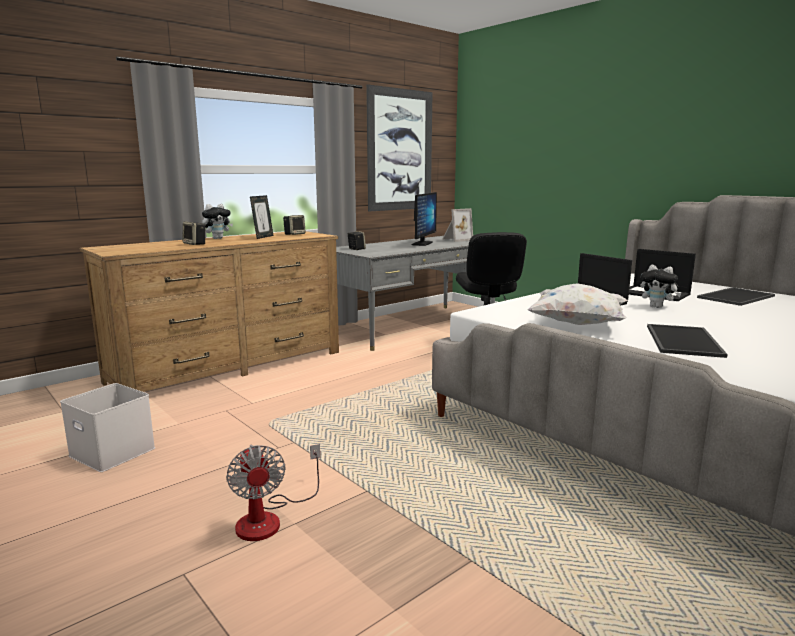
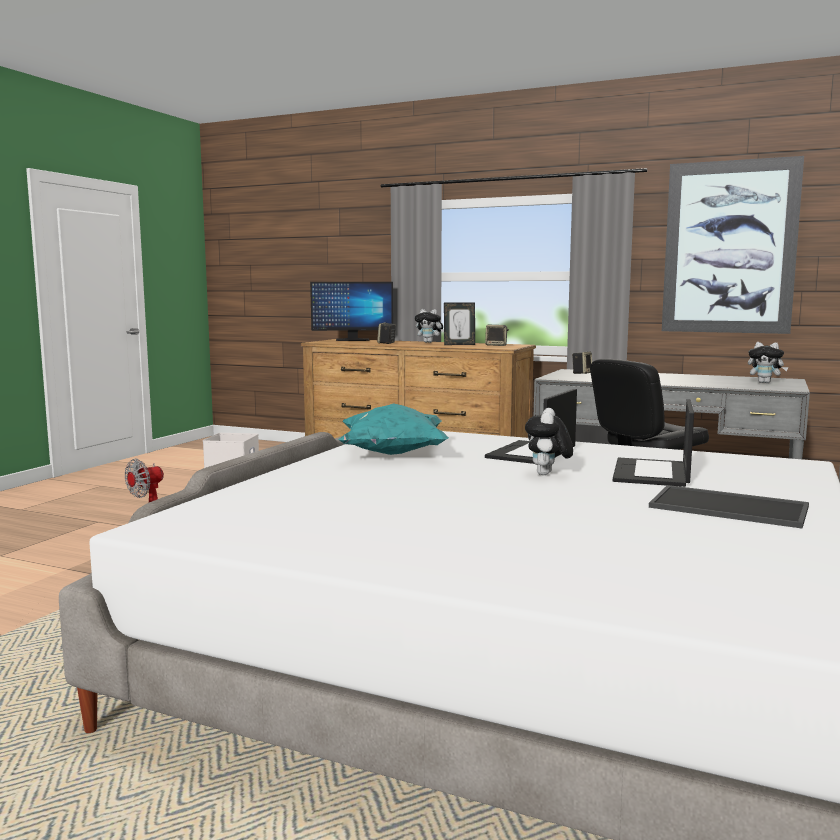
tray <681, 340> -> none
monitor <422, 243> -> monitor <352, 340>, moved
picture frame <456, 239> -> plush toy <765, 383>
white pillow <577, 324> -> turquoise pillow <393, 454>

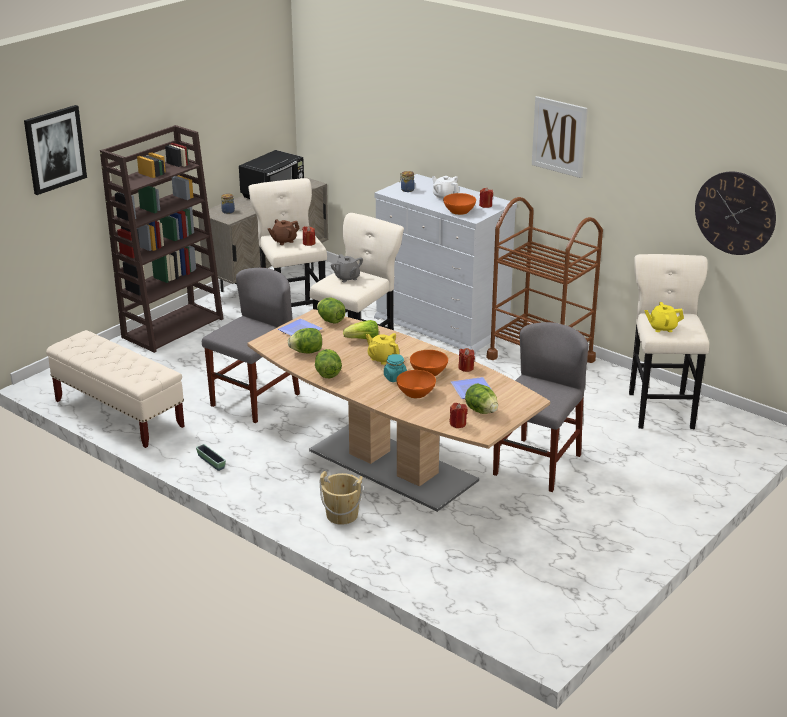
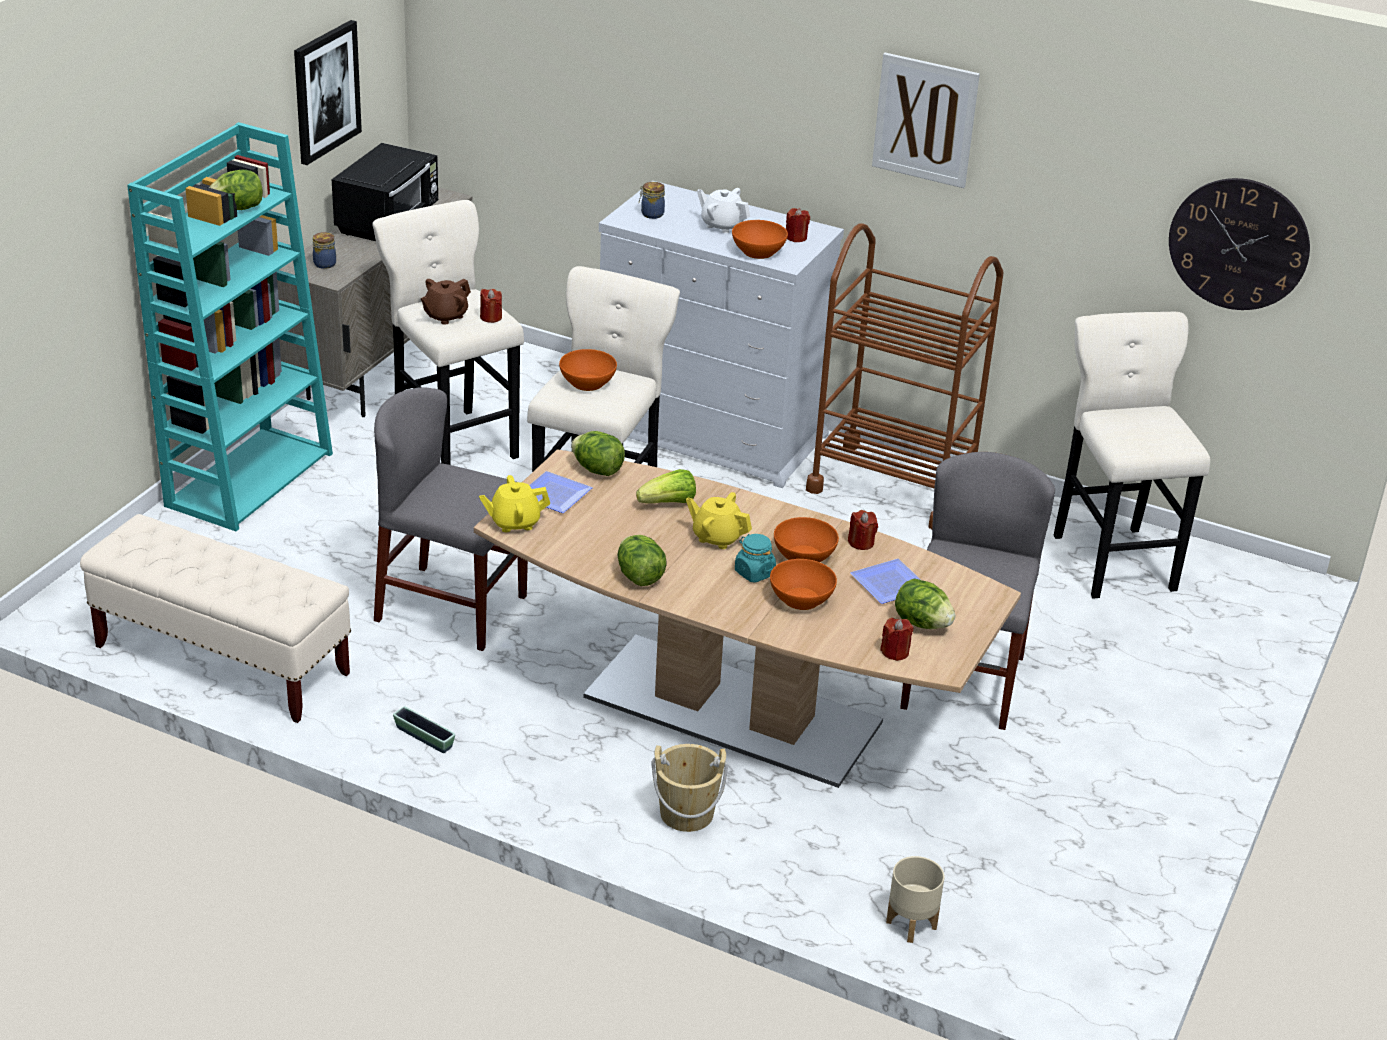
none -> beige planter <912, 924>
picture <55, 149> -> picture <326, 91>, moved
lettuce <306, 352> -> lettuce <238, 208>, moved
yellow teapot <662, 328> -> yellow teapot <514, 522>, moved
grey teapot <347, 278> -> orange bowl <587, 383>
brown bookcase <173, 327> -> turquoise bookcase <249, 478>
grey chair <255, 400> -> grey chair <451, 608>, 90 degrees counterclockwise

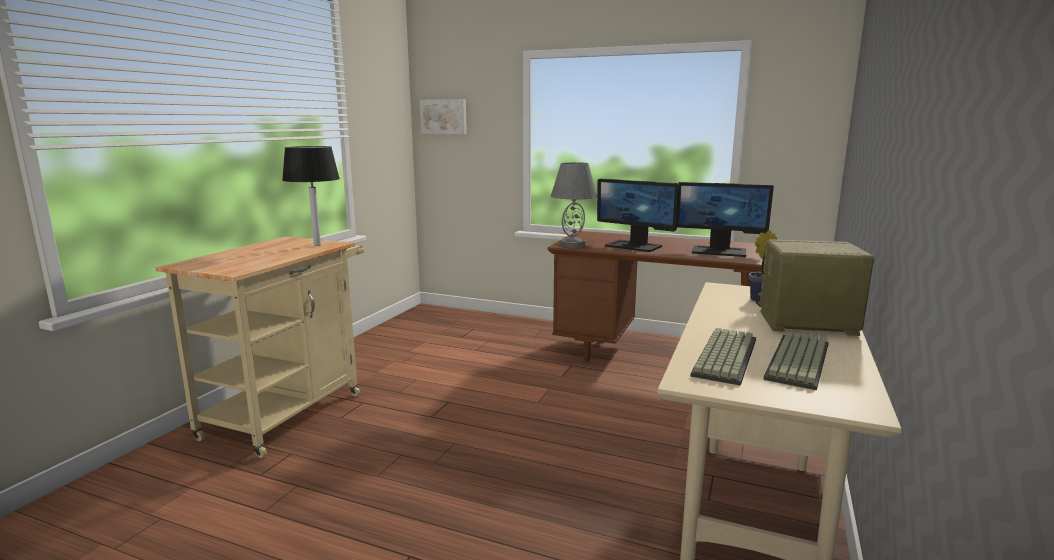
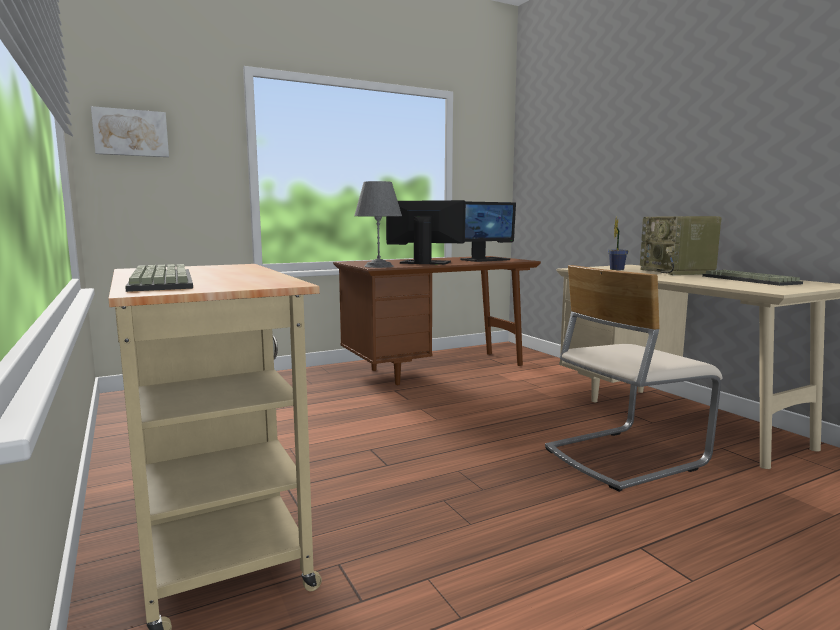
black table lamp <317, 245> -> none
none -> beige chair <623, 456>
keyboard <723, 356> -> keyboard <158, 281>, moved
monitor <634, 246> -> monitor <424, 263>, 150 degrees counterclockwise
radio <805, 323> -> radio <677, 272>, 60 degrees counterclockwise

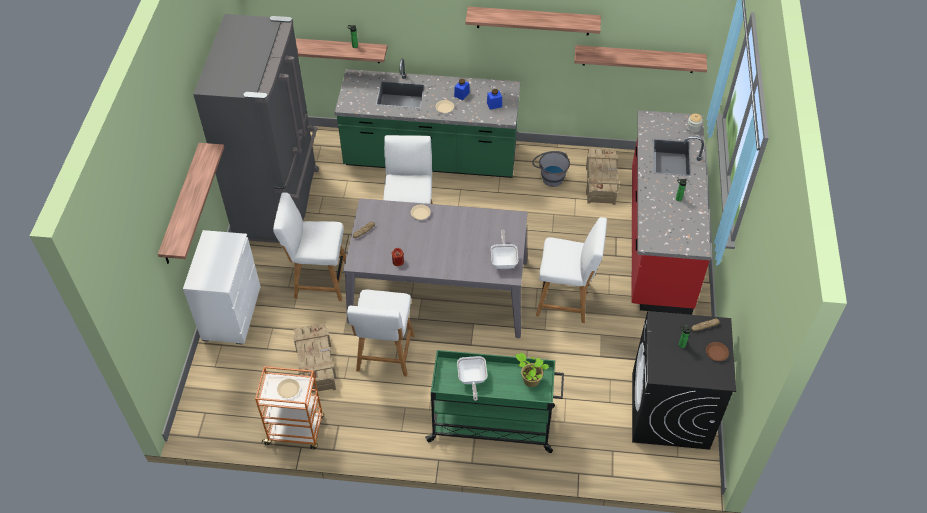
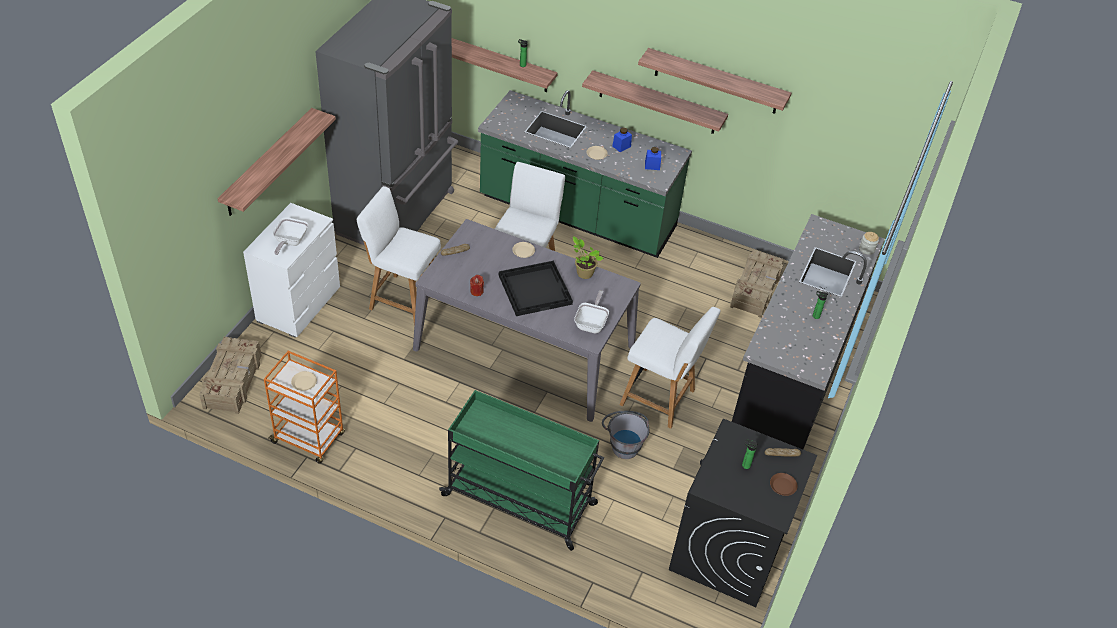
white chair <385, 355> -> none
none -> black tray <535, 289>
crate <316, 363> -> crate <233, 381>, moved
frying pan <472, 380> -> frying pan <290, 242>, moved
potted plant <530, 380> -> potted plant <583, 273>, moved
grey bucket <549, 177> -> grey bucket <623, 443>, moved
shelf <638, 59> -> shelf <657, 103>, moved
red counter <658, 239> -> black counter <794, 368>

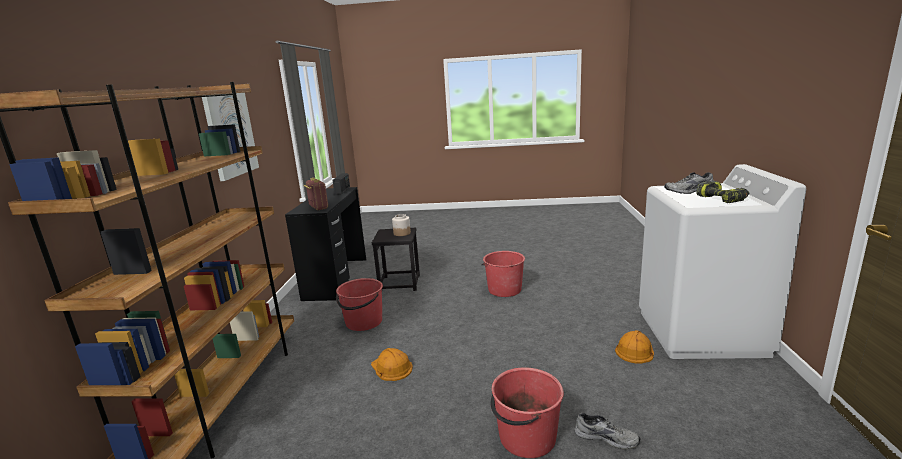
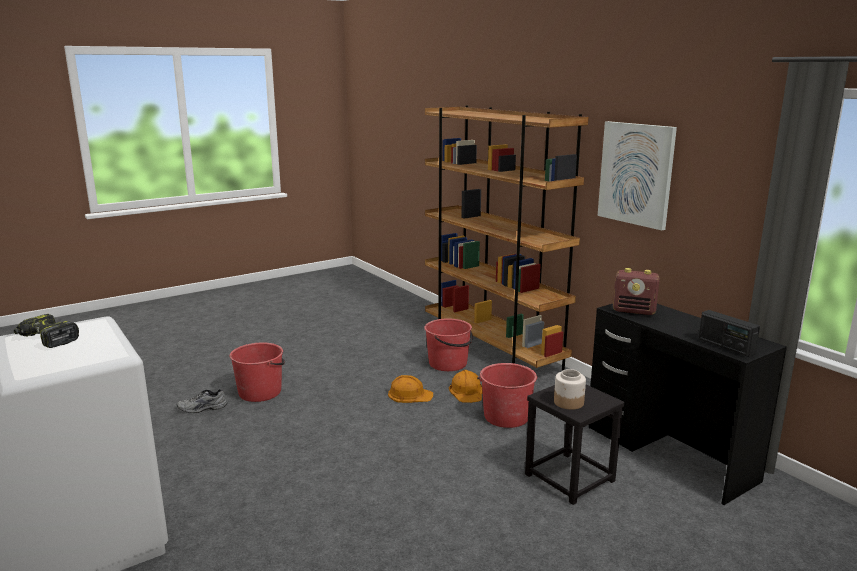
grey shoe <689, 191> -> none
red bucket <504, 289> -> red bucket <448, 364>, moved
orange hard hat <634, 350> -> orange hard hat <467, 391>, moved

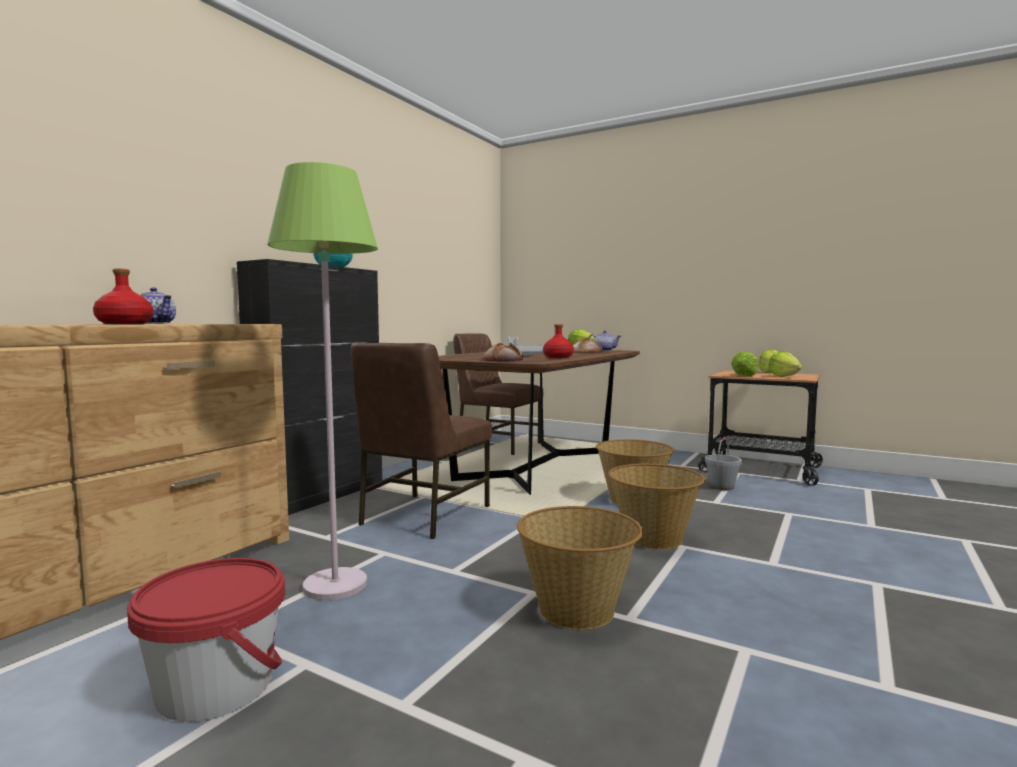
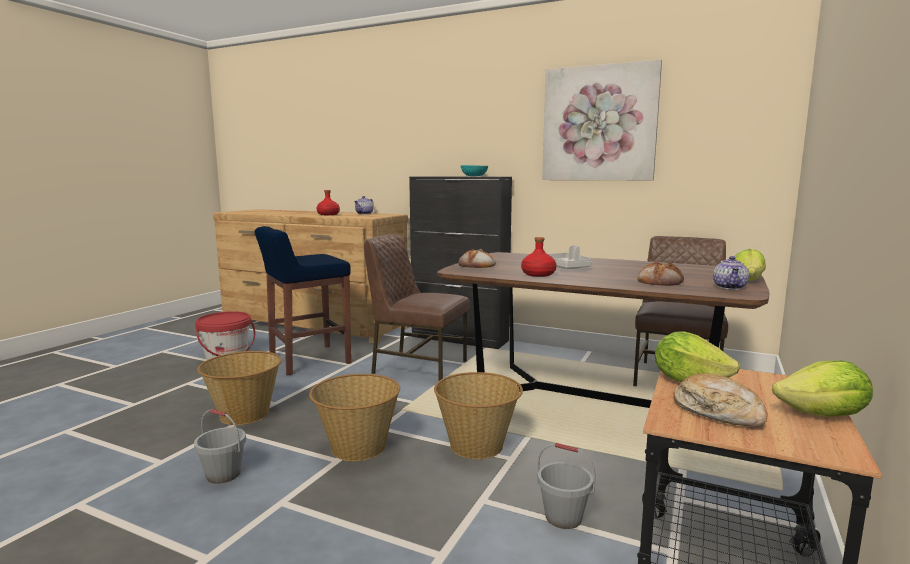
none -> grey bucket <223, 475>
none -> picture <599, 124>
green floor lamp <335, 585> -> blue stool <307, 360>
lettuce <784, 376> -> bread <717, 412>

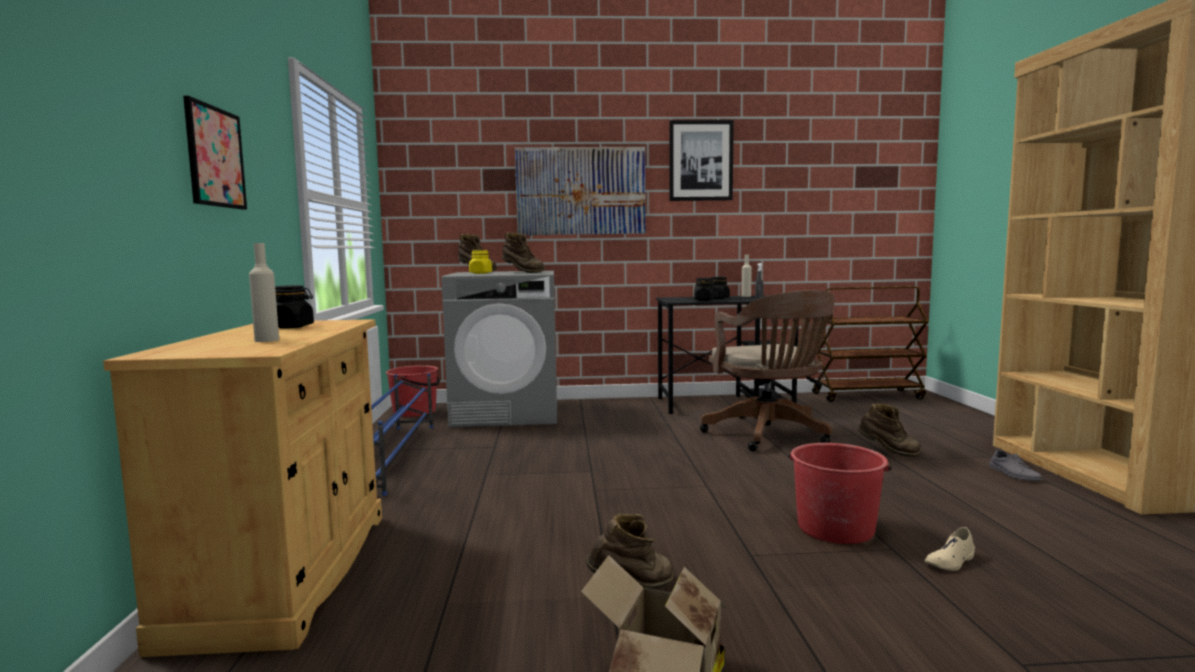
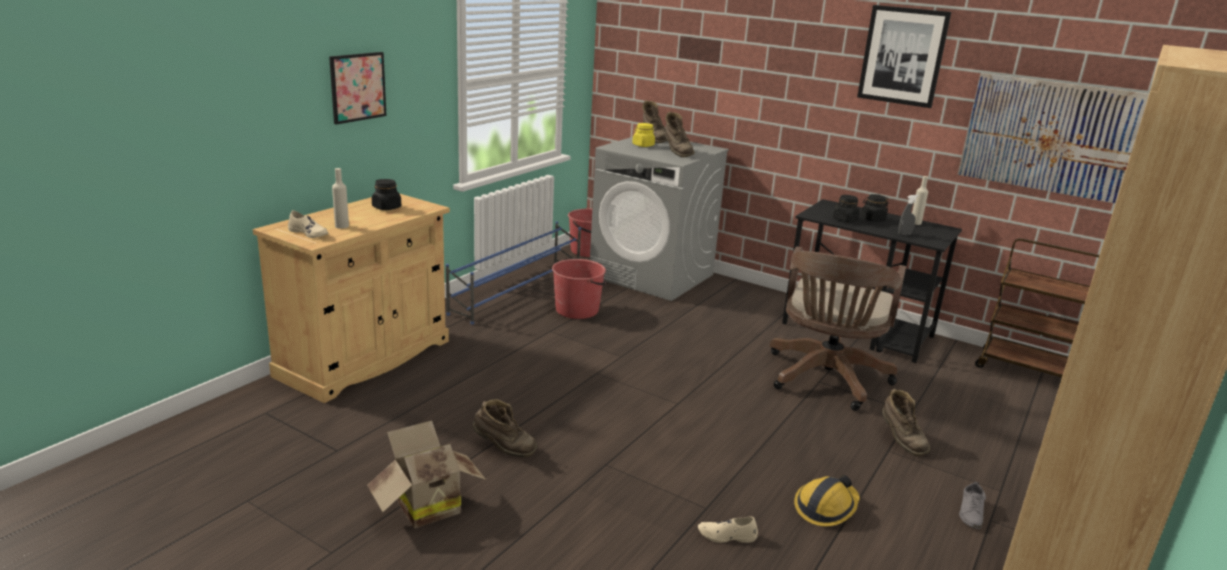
none -> beige shoe <309, 233>
none -> hard hat <826, 507>
picture <580, 191> -> picture <1053, 137>, moved
red bucket <835, 528> -> red bucket <577, 310>, moved

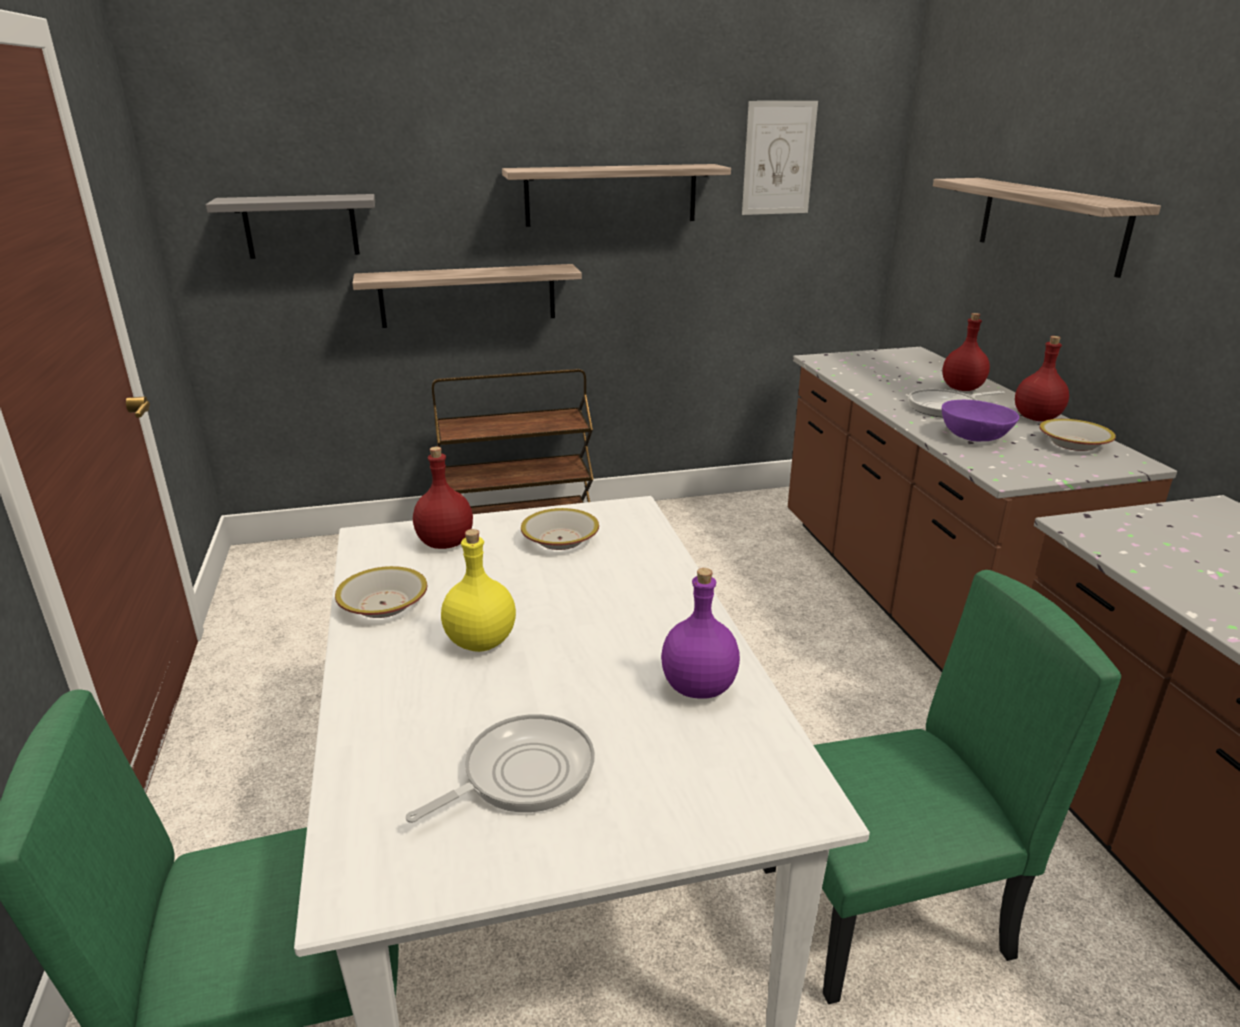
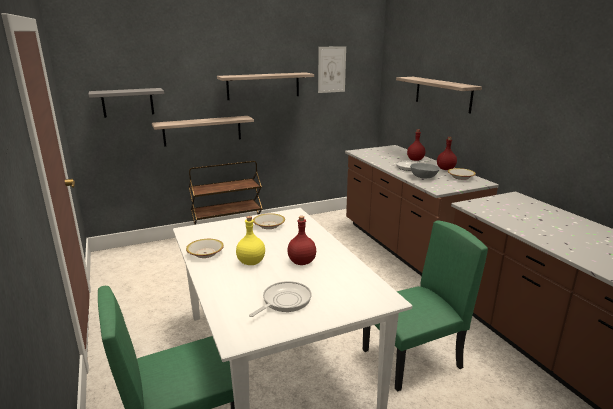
purple bottle <698, 688> -> none
red bottle <444, 543> -> red bottle <301, 262>, moved
purple bowl <974, 436> -> grey bowl <423, 177>

